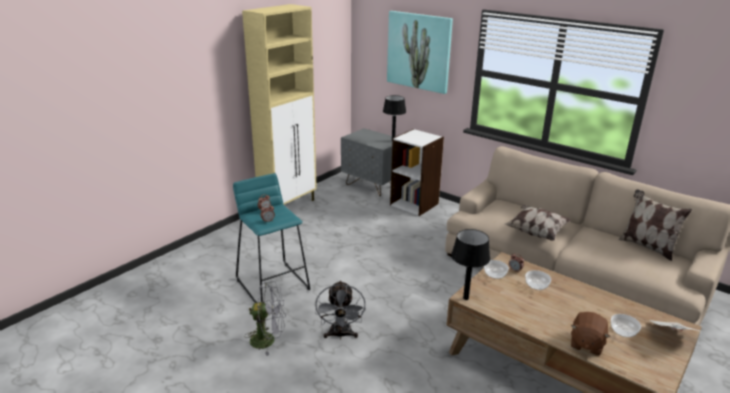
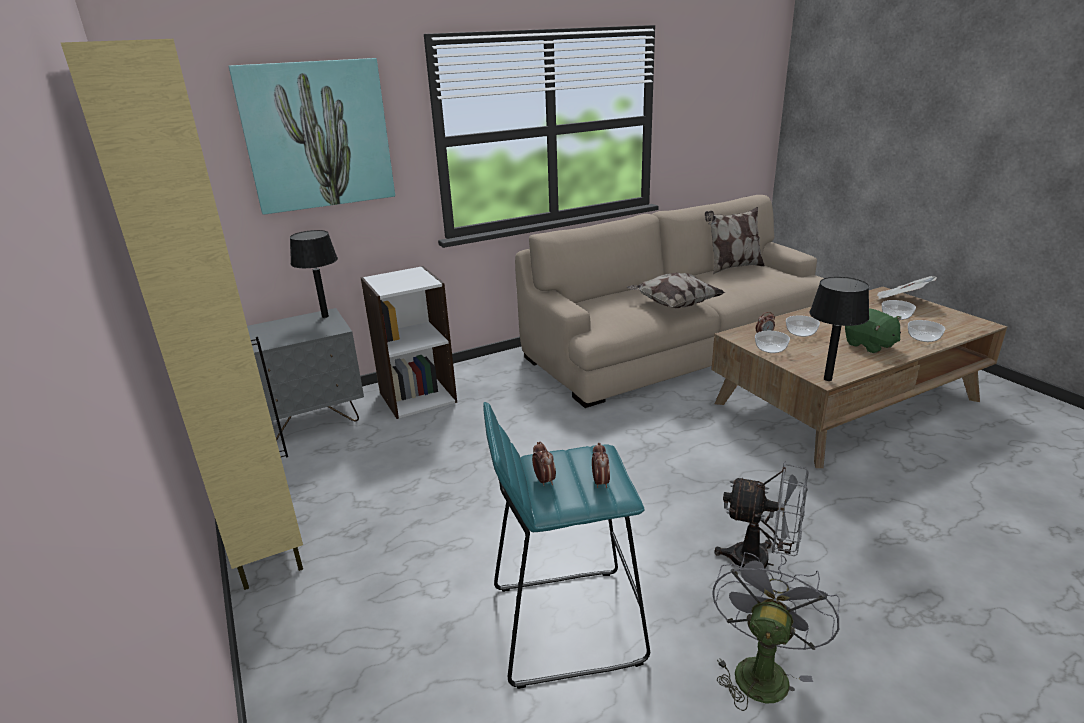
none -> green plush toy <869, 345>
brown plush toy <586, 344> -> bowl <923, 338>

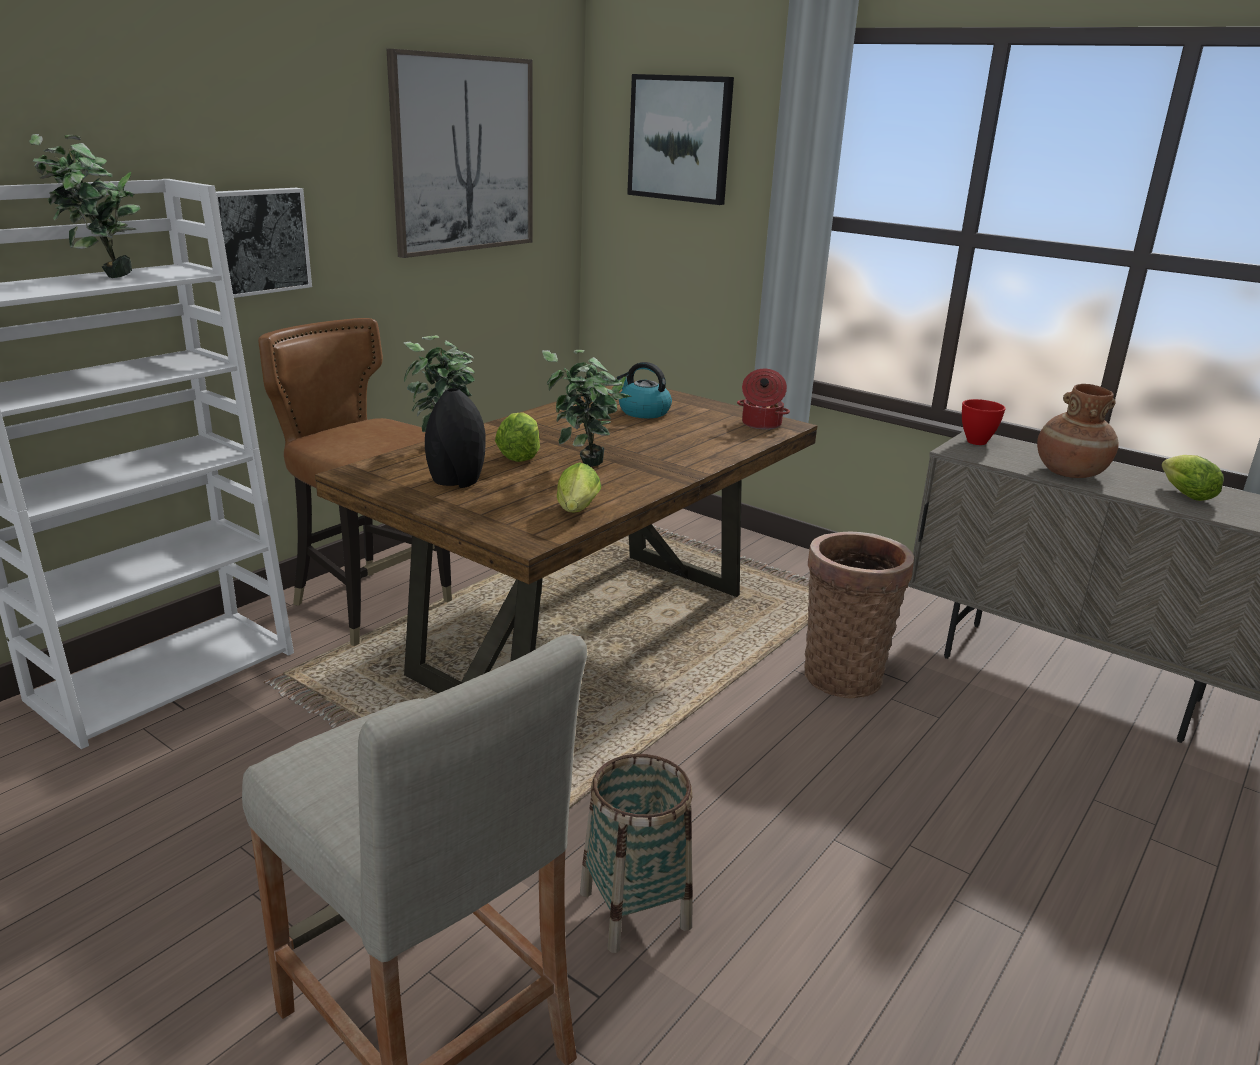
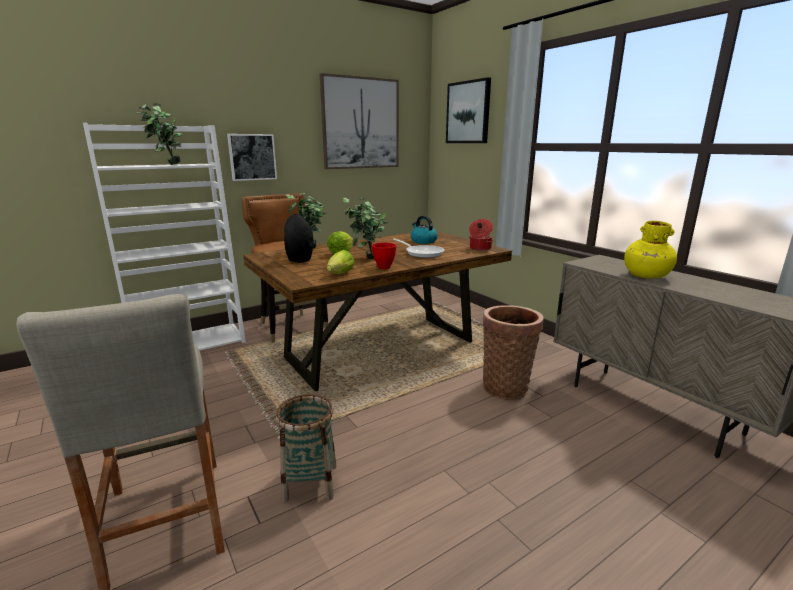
lettuce <1183, 494> -> none
none -> frying pan <422, 253>
red bowl <976, 442> -> red bowl <383, 267>, moved
brown vase <1069, 472> -> yellow vase <646, 276>

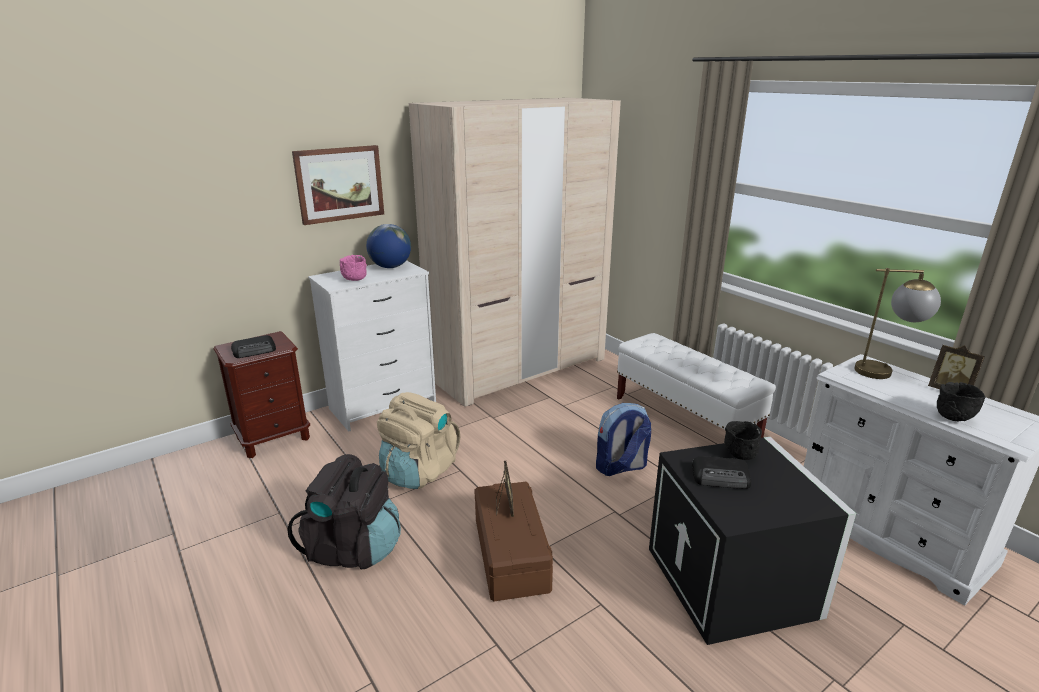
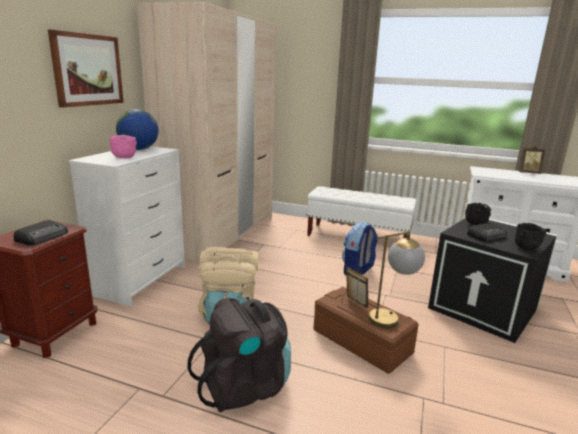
table lamp <885, 372> -> table lamp <391, 317>, moved
black bowl <954, 418> -> black bowl <526, 248>, moved

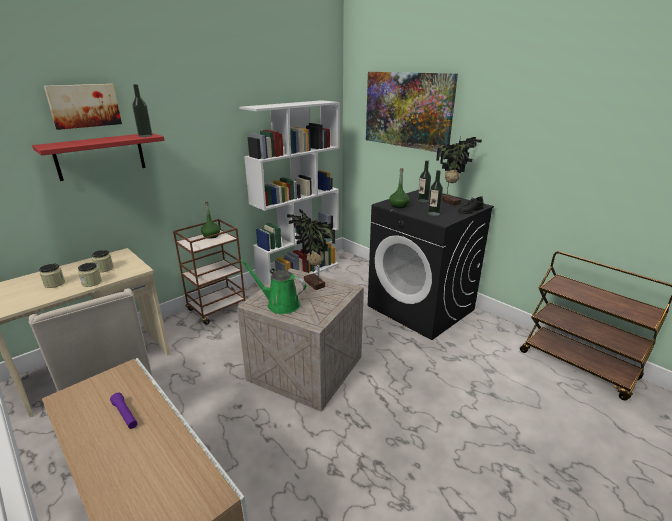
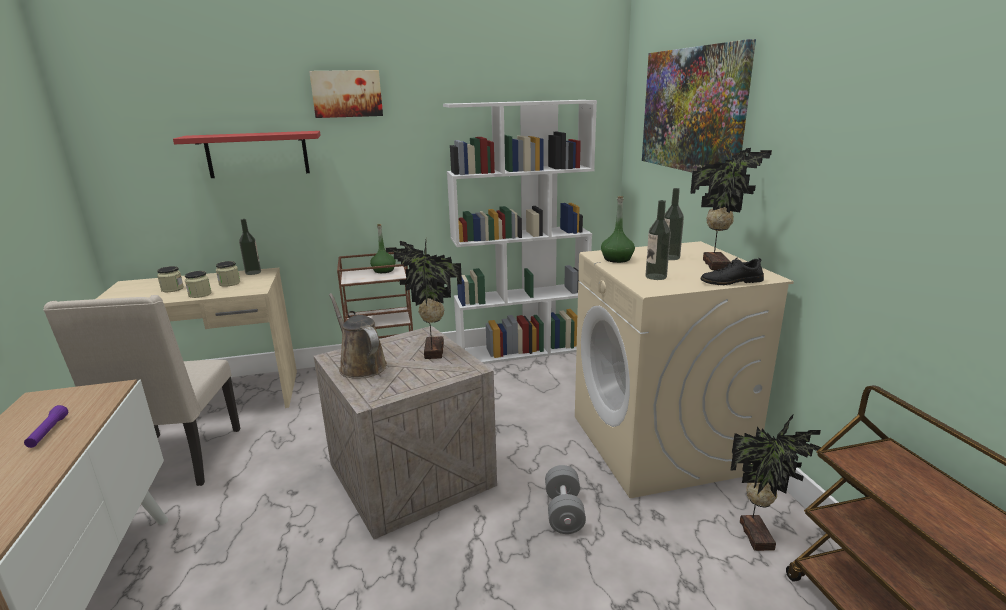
none -> grey dumbbell <564, 512>
none -> potted plant <758, 535>
picture <84, 105> -> picture <347, 94>, moved
bottle <145, 136> -> bottle <253, 272>, moved
green watering can <280, 304> -> brown watering can <360, 365>
black washing machine <421, 308> -> beige washing machine <659, 444>

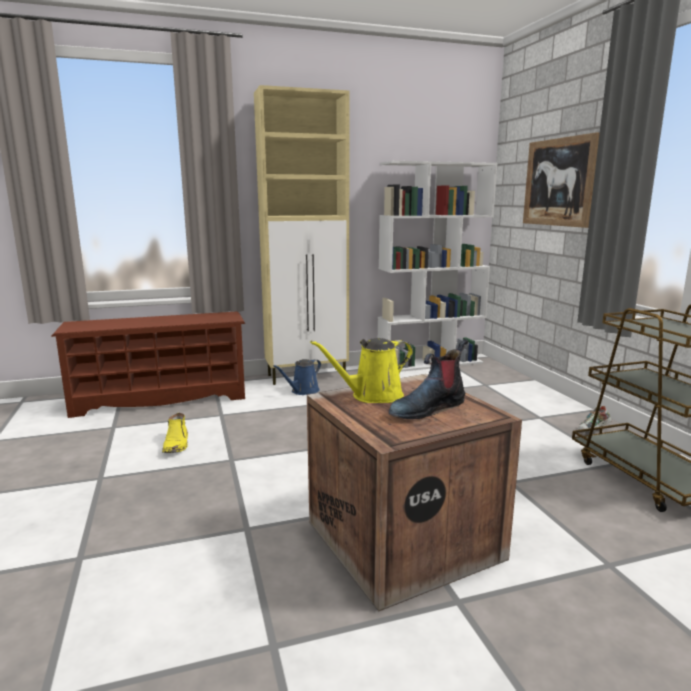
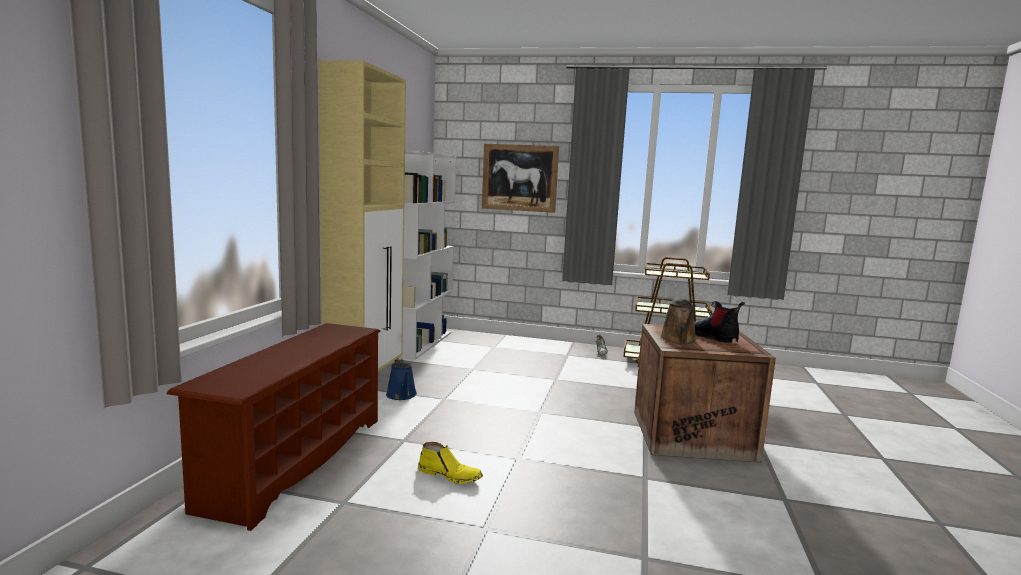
yellow watering can <372, 396> -> brown watering can <679, 340>
boot <427, 408> -> boot <710, 337>, 150 degrees clockwise

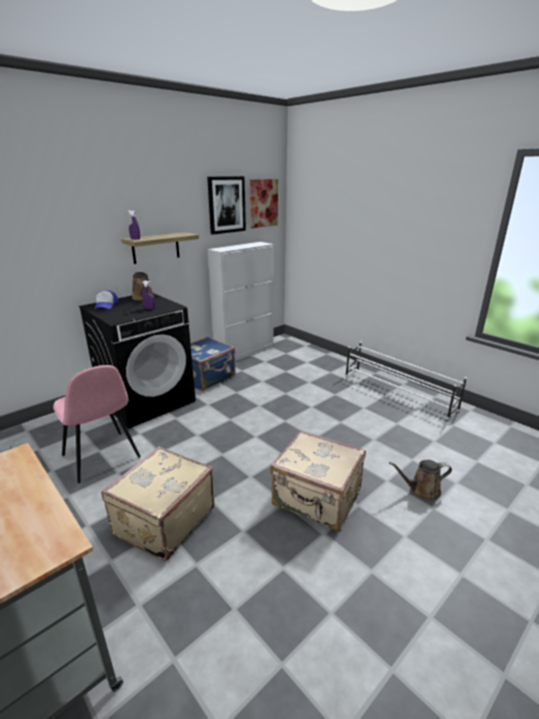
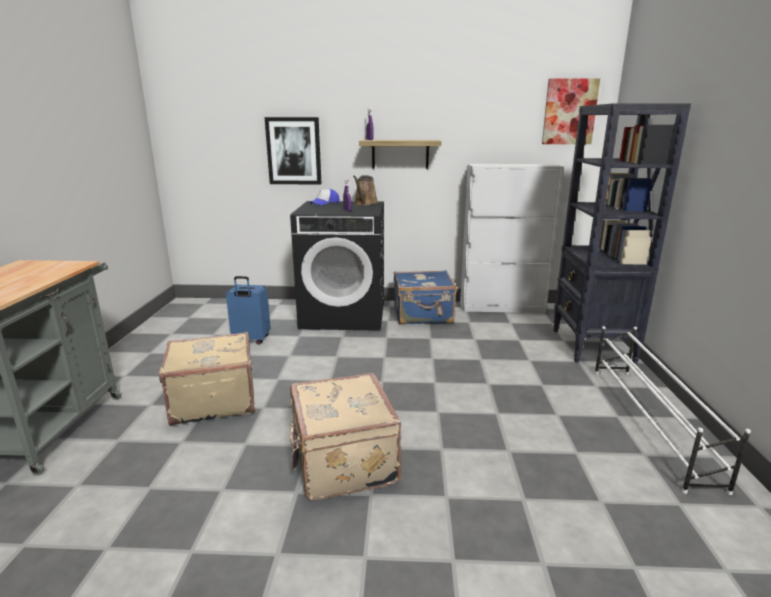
brown watering can <421, 490> -> none
none -> black bookcase <592, 346>
picture <226, 205> -> picture <294, 151>, moved
pink chair <101, 457> -> blue suitcase <250, 340>

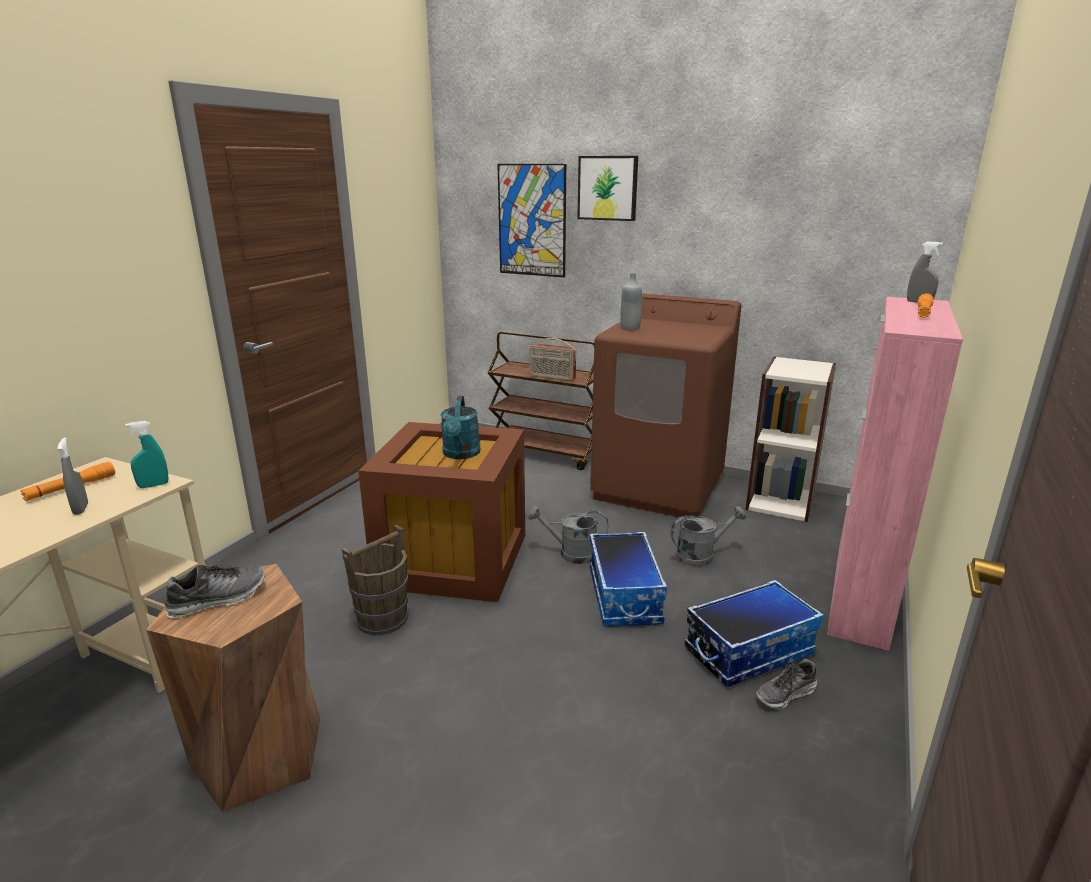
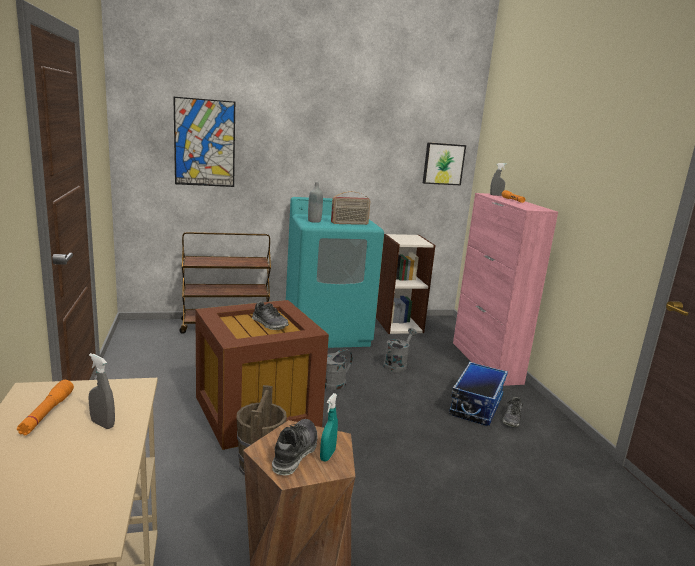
storage box <625, 596> -> none
turquoise spray bottle <153, 485> -> turquoise spray bottle <327, 455>, moved
radio <552, 377> -> radio <349, 223>, moved
picture <608, 188> -> picture <443, 164>, moved
turquoise watering can <461, 454> -> shoe <269, 324>
brown washing machine <659, 487> -> turquoise washing machine <327, 332>

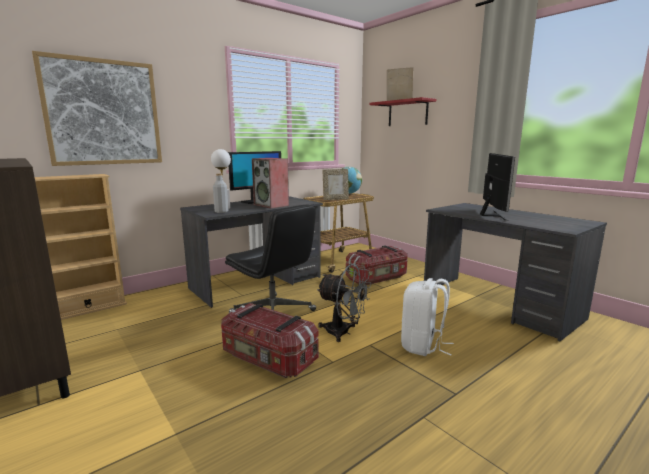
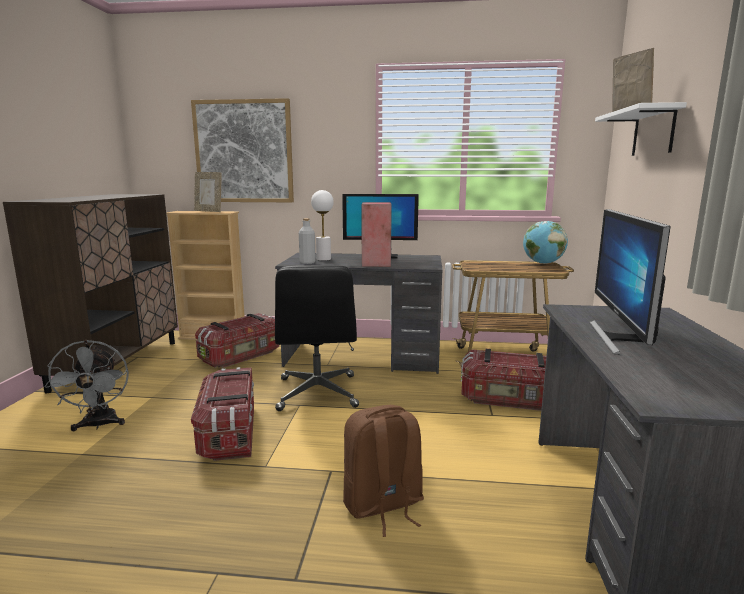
none -> storage box <242, 356>
grey fan <343, 332> -> grey fan <99, 425>, moved
picture frame <335, 199> -> picture frame <209, 211>, moved
red shelf <407, 113> -> white shelf <653, 132>
white backpack <423, 345> -> brown backpack <383, 506>
monitor <492, 215> -> monitor <619, 338>, 135 degrees clockwise

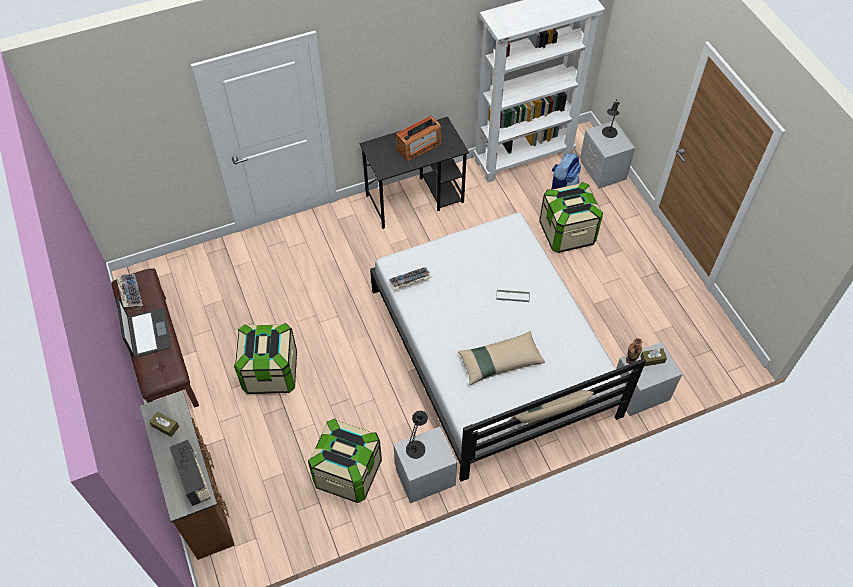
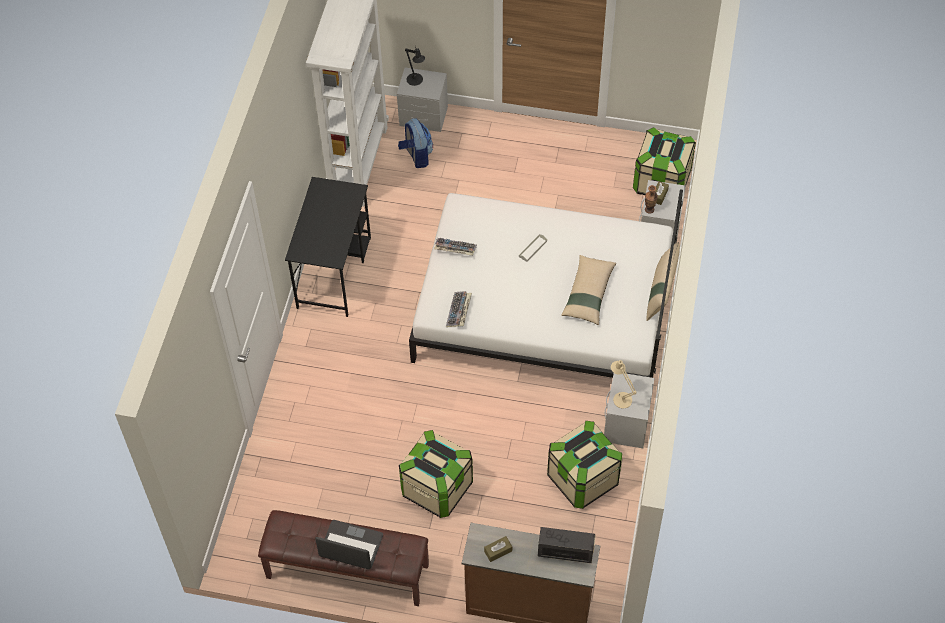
radio <419, 146> -> none
keyboard <130, 293> -> keyboard <454, 249>, moved
storage box <567, 233> -> storage box <661, 182>, moved
black table lamp <416, 446> -> beige table lamp <620, 398>

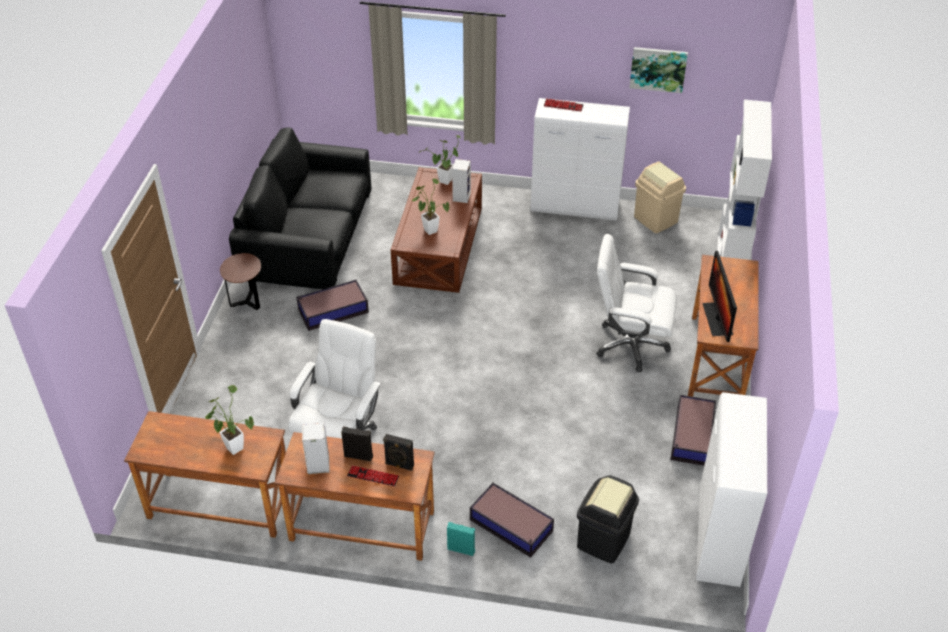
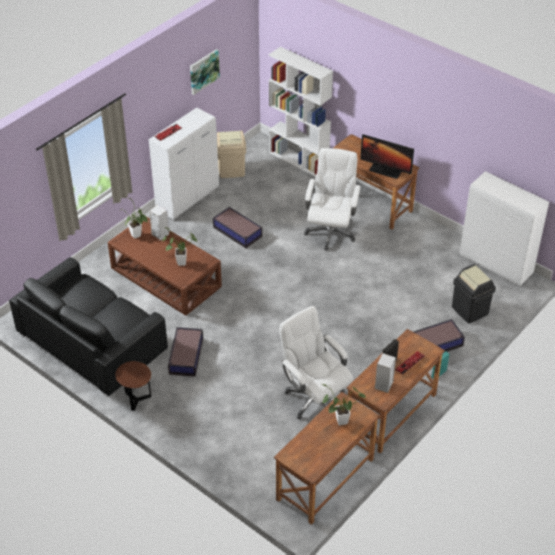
black speaker <399, 465> -> none
storage box <691, 436> -> storage box <237, 232>, moved
white office chair <630, 345> -> white office chair <330, 231>, 150 degrees clockwise

